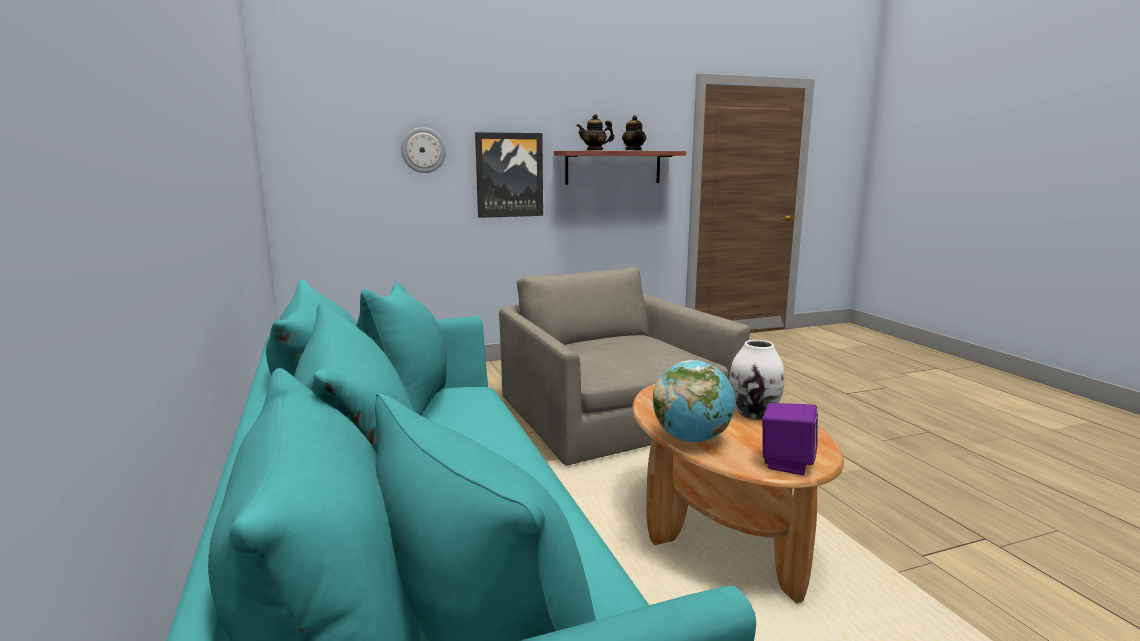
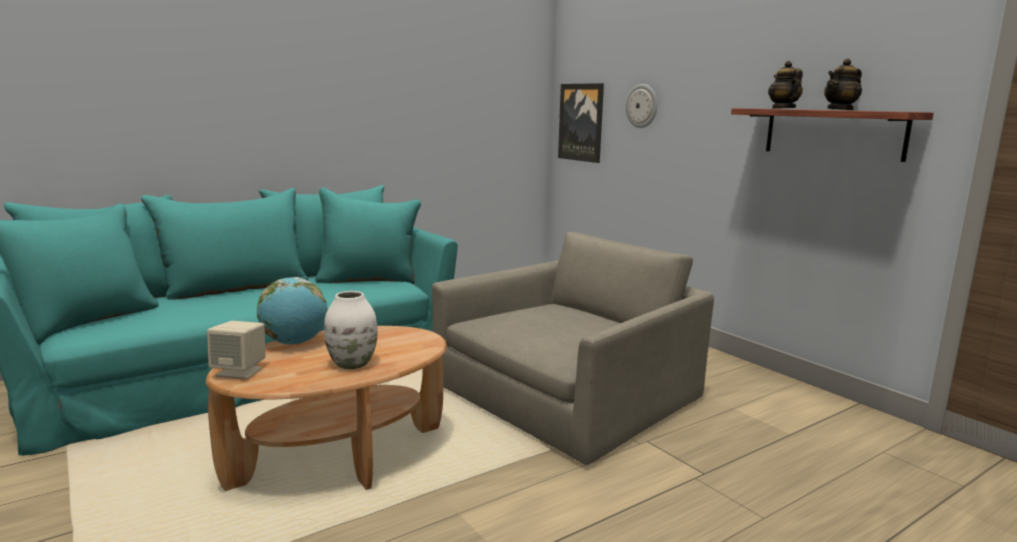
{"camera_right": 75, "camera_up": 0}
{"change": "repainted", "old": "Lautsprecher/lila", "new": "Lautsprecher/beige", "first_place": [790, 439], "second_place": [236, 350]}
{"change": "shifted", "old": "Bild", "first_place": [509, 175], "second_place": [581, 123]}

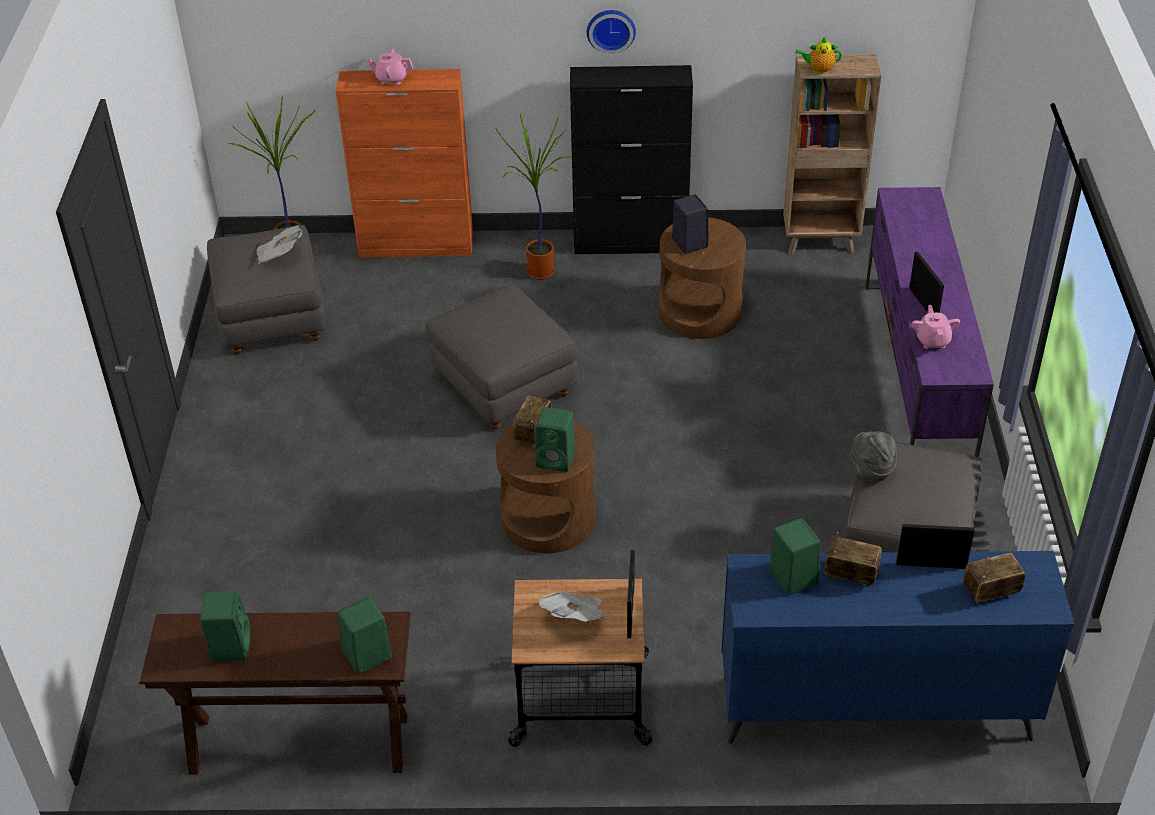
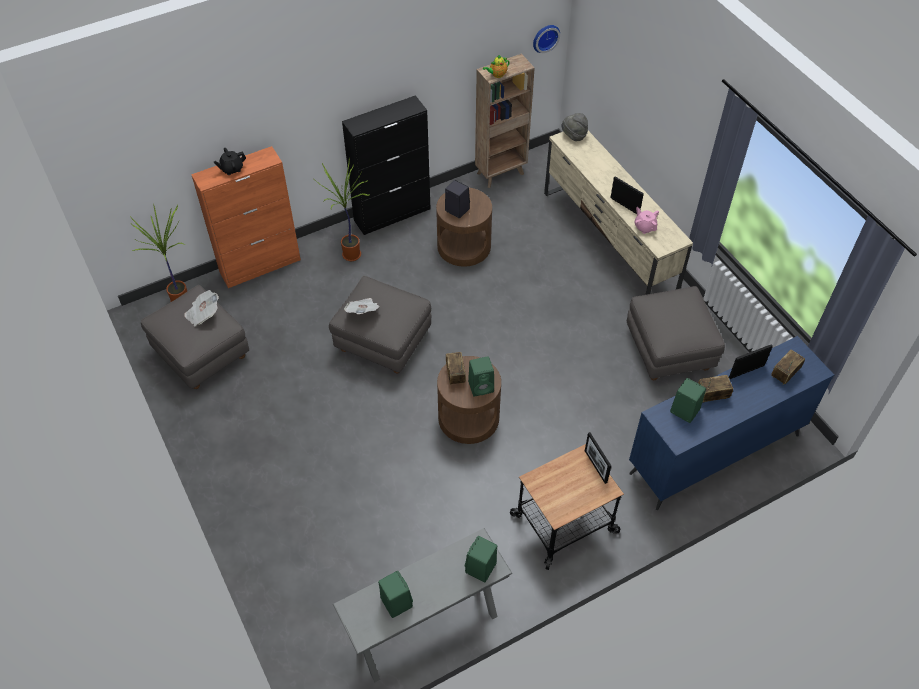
{"camera_right": -30, "camera_up": 10}
{"change": "repainted", "old": "Teekanne/rosa", "new": "Teekanne/schwarz", "first_place": [390, 66], "second_place": [230, 161]}
{"change": "repainted", "old": "Konsolentisch/braun", "new": "Konsolentisch/grau", "first_place": [275, 693], "second_place": [423, 605]}
{"change": "shifted", "old": "Zeitung", "first_place": [571, 606], "second_place": [362, 306]}
{"change": "shifted", "old": "Wanduhr", "first_place": [611, 32], "second_place": [546, 39]}
{"change": "repainted", "old": "Fernsehschrank/lila", "new": "Fernsehschrank/beige", "first_place": [930, 322], "second_place": [618, 213]}
{"change": "shifted", "old": "Hut/grau", "first_place": [873, 456], "second_place": [574, 127]}

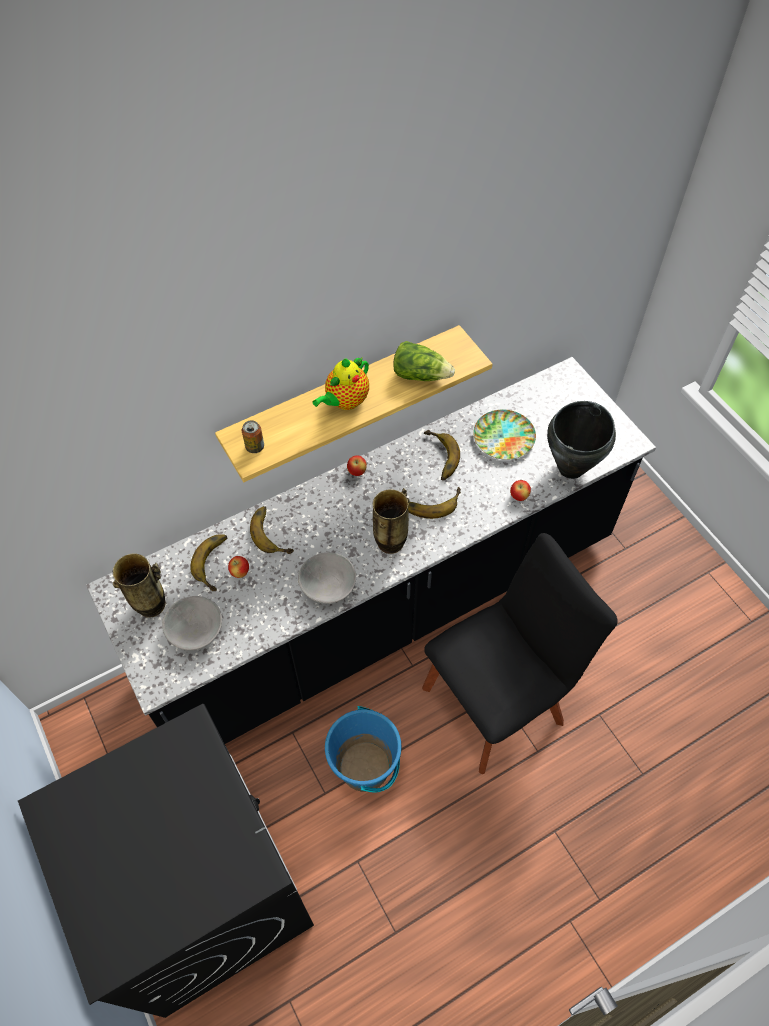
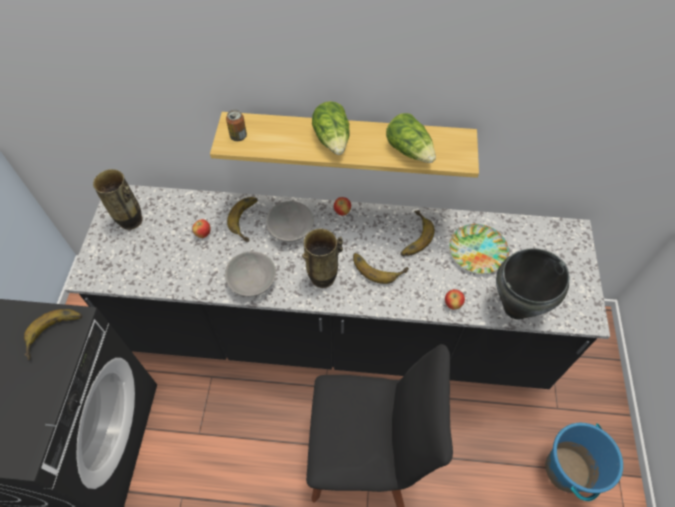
{"camera_right": 35, "camera_up": 0}
{"change": "shifted", "old": "Banane", "first_place": [209, 563], "second_place": [53, 334]}
{"change": "shifted", "old": "Schüssel/grau", "first_place": [192, 623], "second_place": [290, 221]}
{"change": "swapped", "old": "Teekanne", "new": "Salatkopf", "first_place": [341, 383], "second_place": [331, 128]}
{"change": "shifted", "old": "Eimer/blau", "first_place": [363, 749], "second_place": [584, 462]}

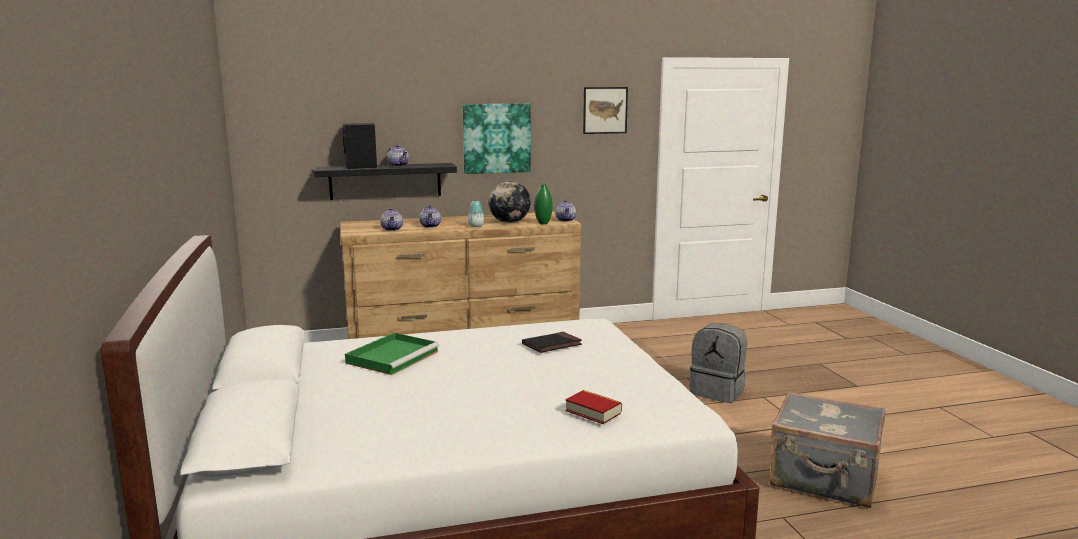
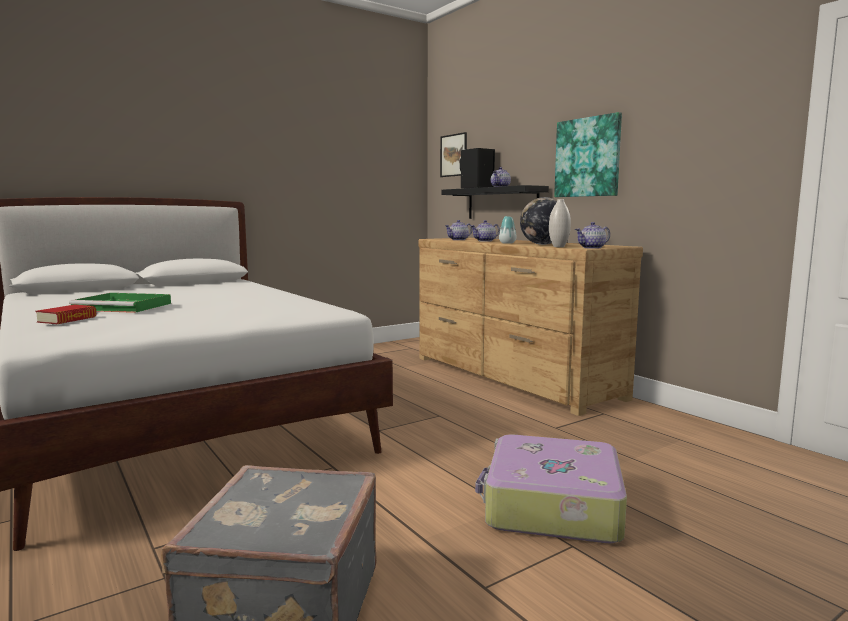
{"camera_right": 70, "camera_up": -5}
{"change": "shifted", "old": "Tablett/grün", "first_place": [392, 354], "second_place": [120, 303]}
{"change": "shifted", "old": "Bild", "first_place": [605, 110], "second_place": [453, 154]}
{"change": "swapped", "old": "Rucksack/grau", "new": "Koffer", "first_place": [718, 363], "second_place": [551, 488]}
{"change": "repainted", "old": "Vase/grün", "new": "Vase/weiß", "first_place": [543, 204], "second_place": [560, 223]}
{"change": "gone", "old": "Buch/schwarz", "first_place": [552, 342]}

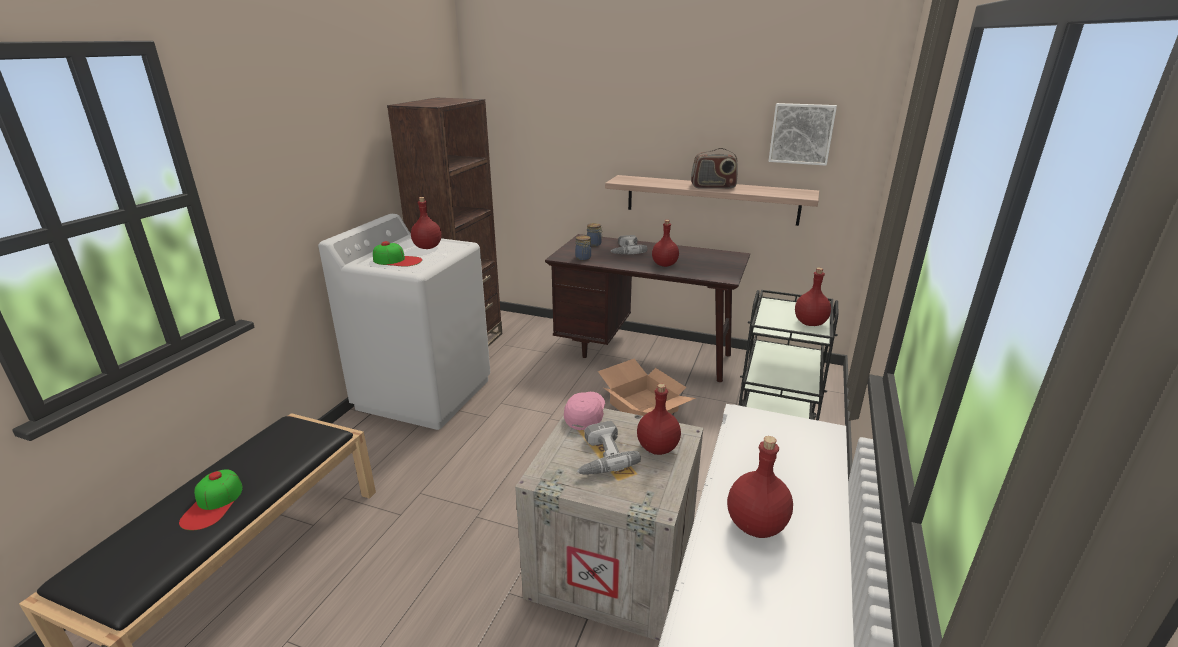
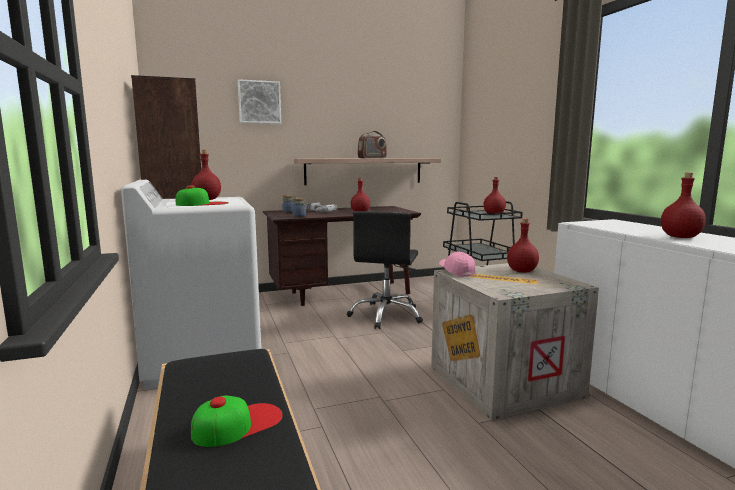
{"camera_right": -40, "camera_up": -15}
{"change": "rotated", "old": "Kappe", "first_place": [211, 499], "second_place": [237, 421], "degrees": -90}
{"change": "shifted", "old": "Bild", "first_place": [802, 134], "second_place": [259, 101]}
{"change": "swapped", "old": "Karton", "new": "Bürostuhl/schwarz", "first_place": [647, 387], "second_place": [385, 270]}
{"change": "gone", "old": "Bohrmaschine", "first_place": [609, 448]}

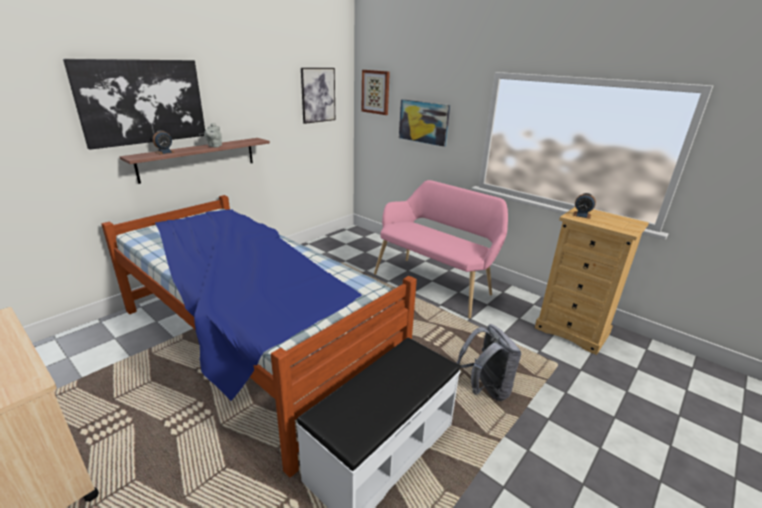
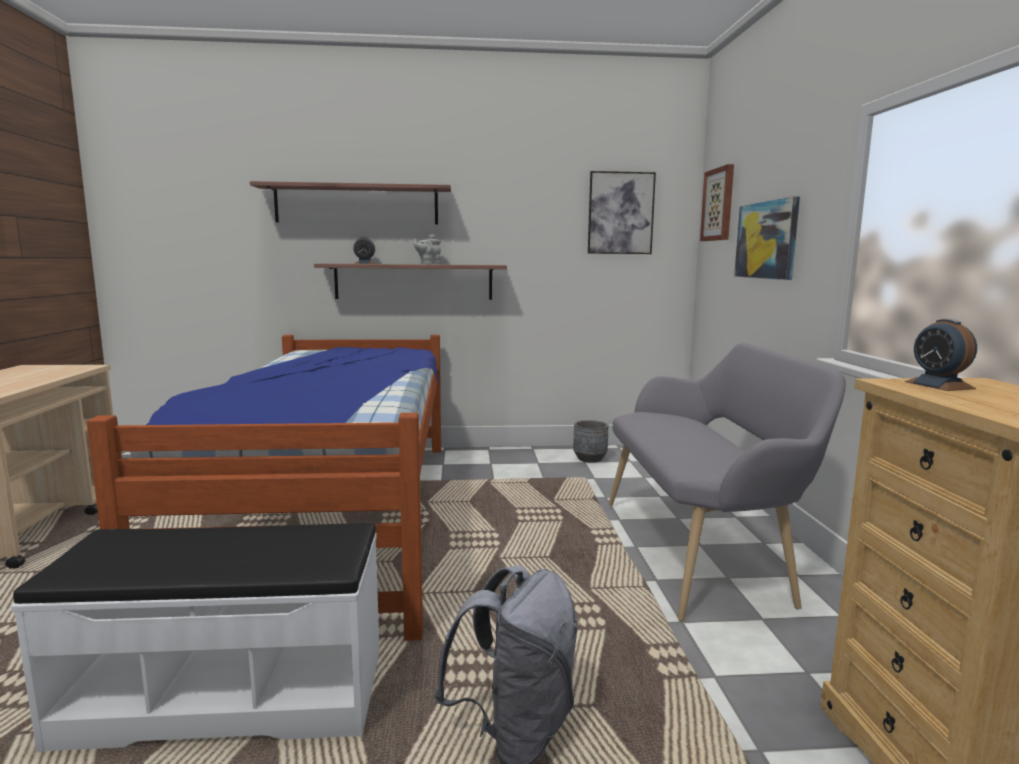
{"camera_right": 45, "camera_up": -15}
{"change": "swapped", "old": "Bild", "new": "Wandregal", "first_place": [134, 104], "second_place": [350, 203]}
{"change": "new", "new": "Pflanzkübel/grau", "second_place": [590, 441]}
{"change": "repainted", "old": "Bank/rosa", "new": "Bank/grau", "first_place": [441, 249], "second_place": [727, 482]}

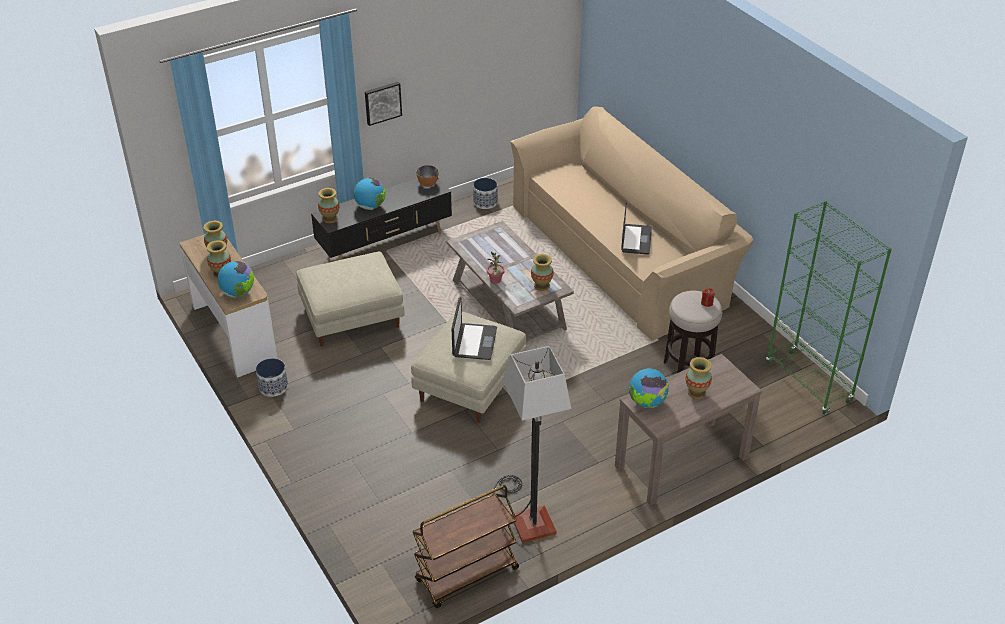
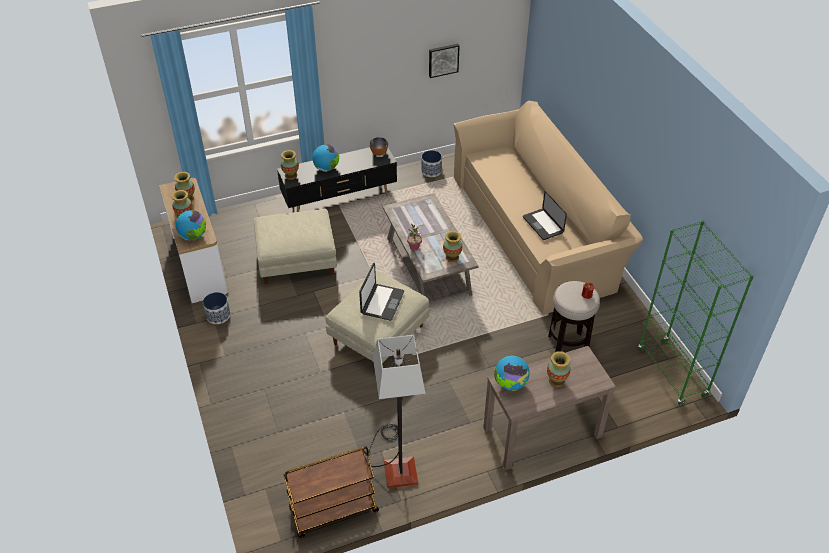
{"camera_right": 10, "camera_up": 5}
{"change": "shifted", "old": "Bild", "first_place": [383, 104], "second_place": [444, 61]}
{"change": "rotated", "old": "Laptop", "first_place": [636, 228], "second_place": [545, 215], "degrees": 135}

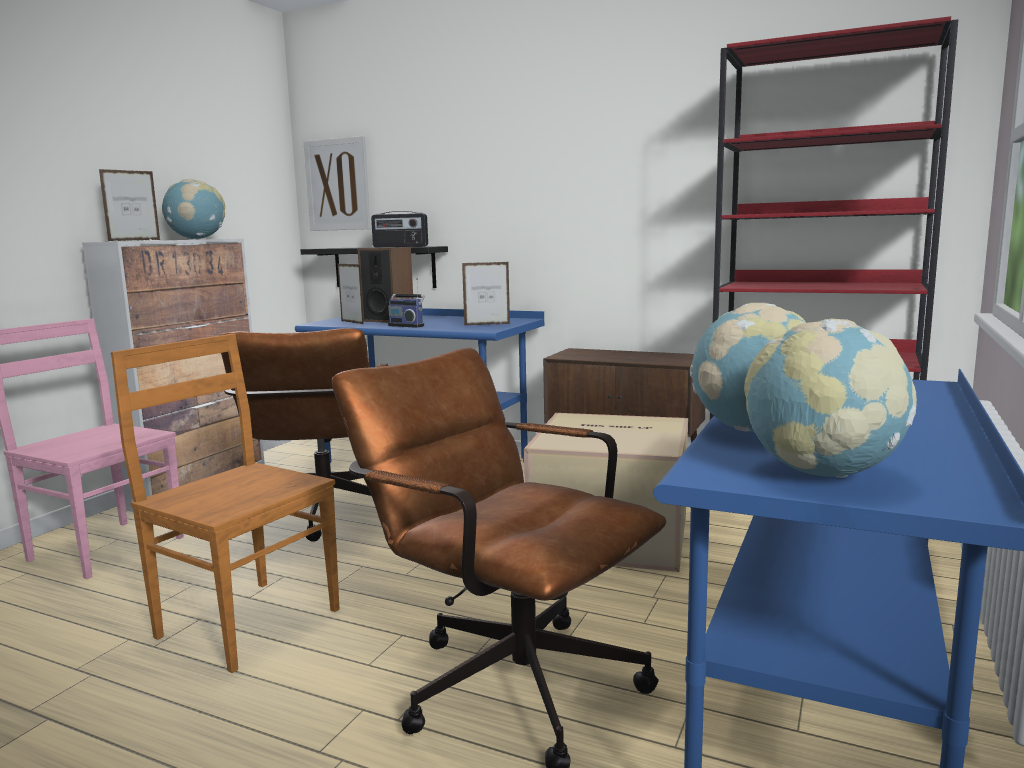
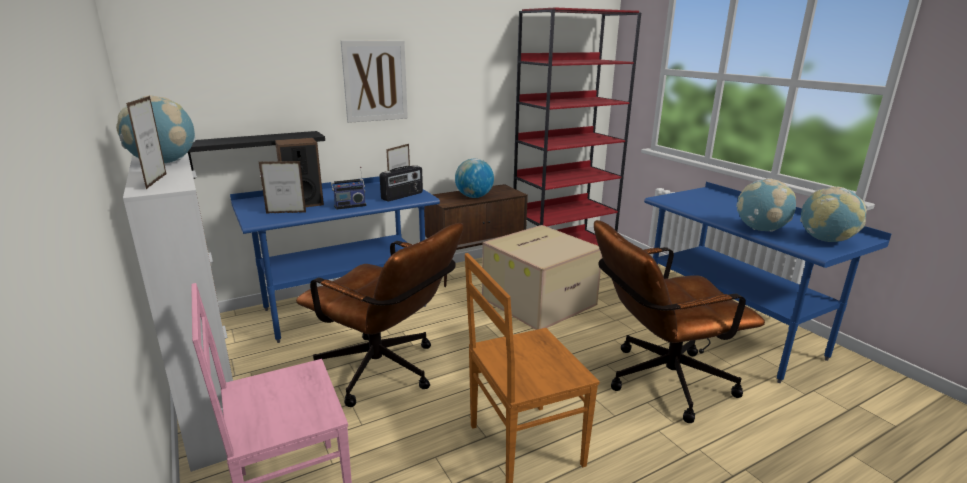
{"camera_right": -55, "camera_up": 10}
{"change": "shifted", "old": "Bild", "first_place": [337, 183], "second_place": [374, 82]}
{"change": "shifted", "old": "Radio", "first_place": [399, 229], "second_place": [401, 183]}
{"change": "new", "new": "Globus", "second_place": [474, 178]}

